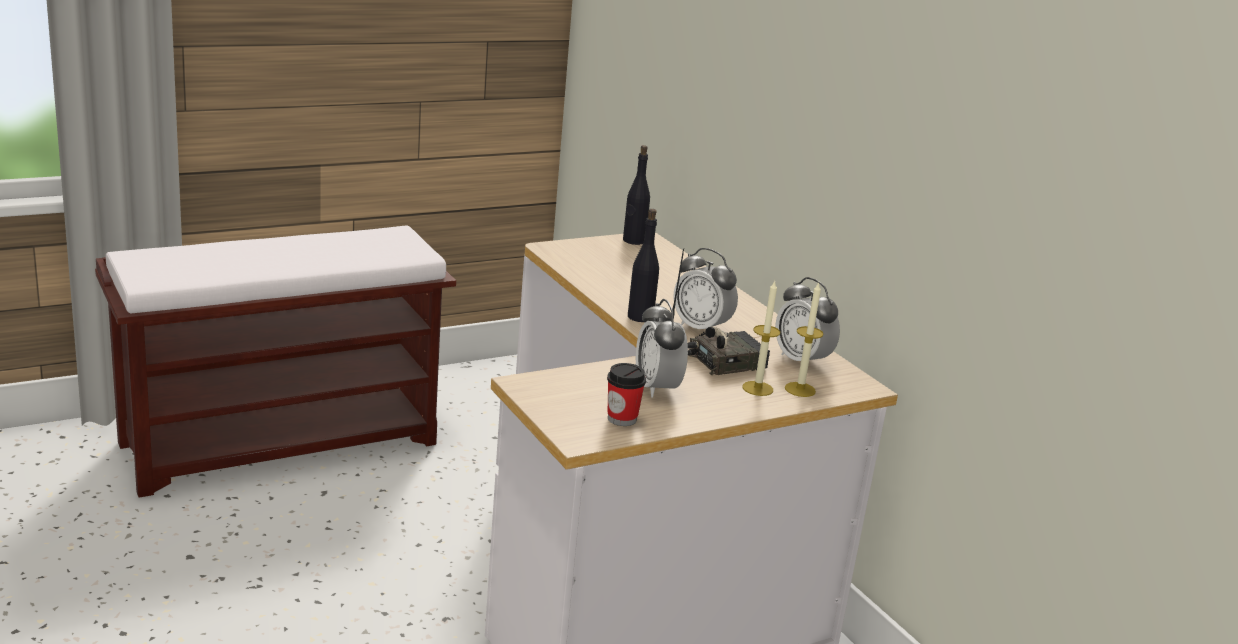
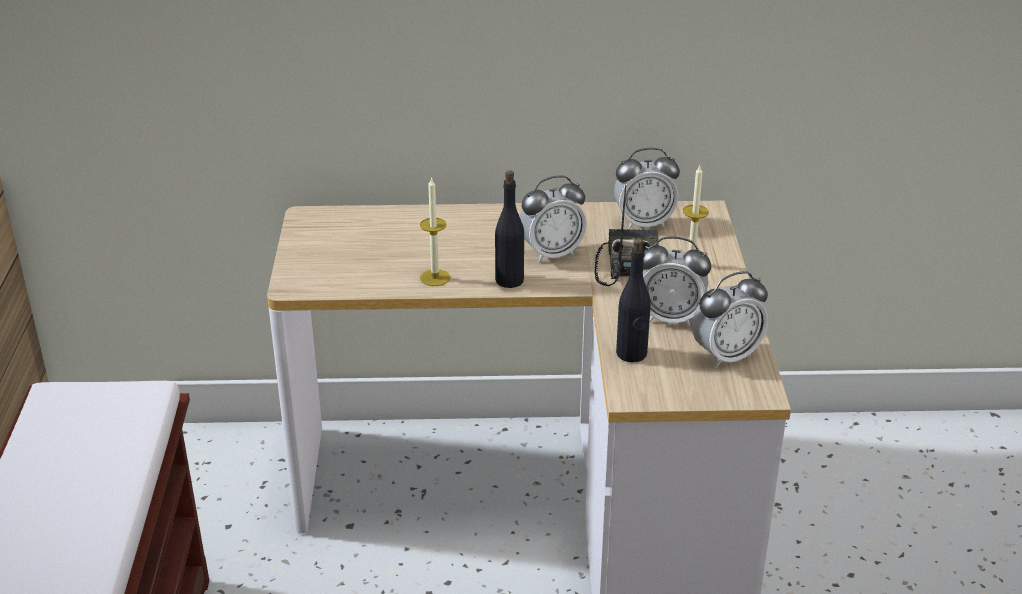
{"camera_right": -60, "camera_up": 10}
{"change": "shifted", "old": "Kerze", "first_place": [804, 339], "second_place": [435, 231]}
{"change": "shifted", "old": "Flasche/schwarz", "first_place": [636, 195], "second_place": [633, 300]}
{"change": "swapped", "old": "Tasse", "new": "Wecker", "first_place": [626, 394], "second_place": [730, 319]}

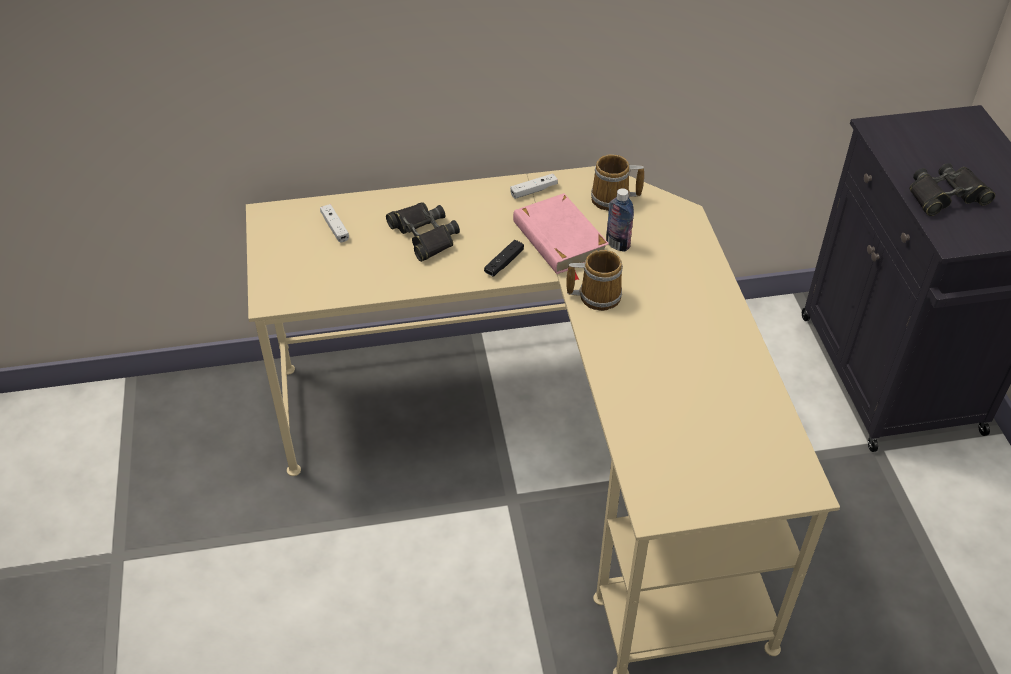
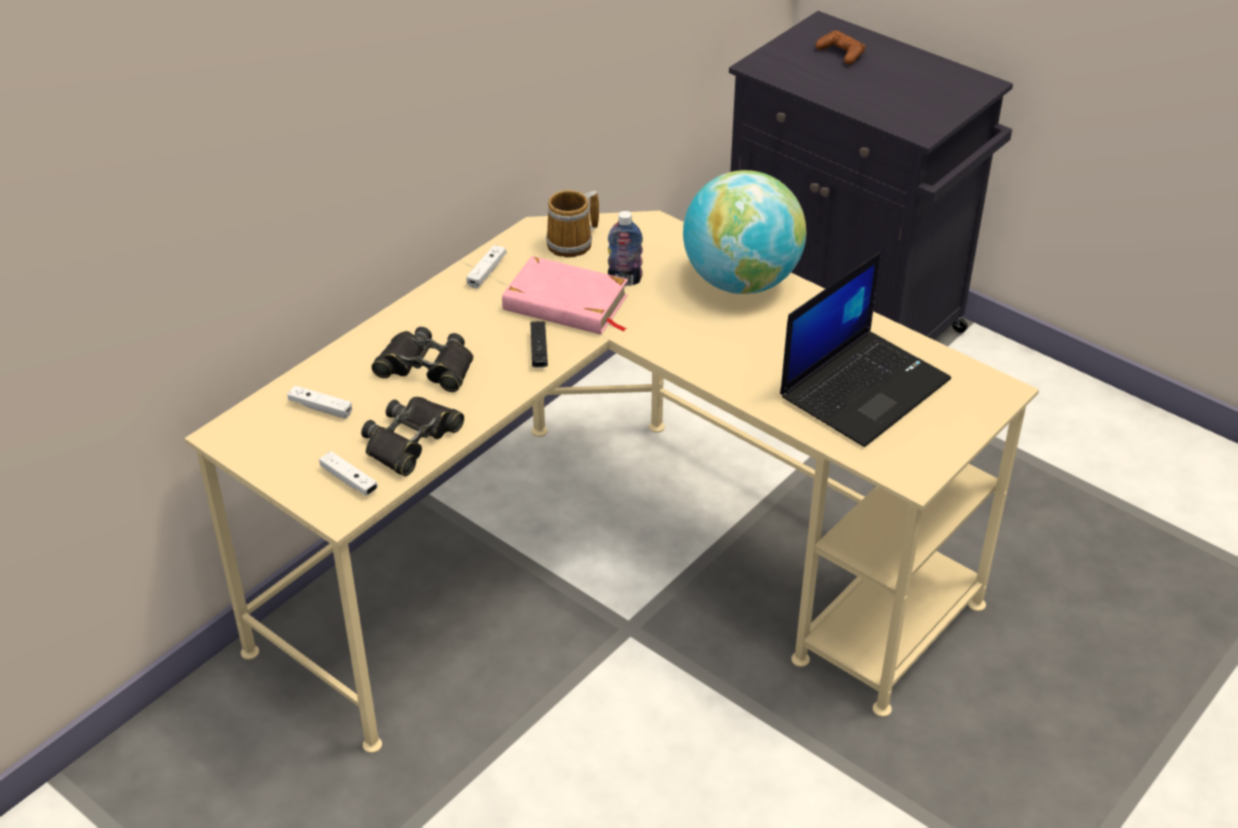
{"camera_right": -40, "camera_up": -5}
{"change": "new", "new": "Gamepad/weiß", "second_place": [348, 473]}
{"change": "shifted", "old": "Fernglas/schwarz", "first_place": [952, 189], "second_place": [412, 436]}
{"change": "new", "new": "Globus", "second_place": [744, 232]}
{"change": "new", "new": "Laptop", "second_place": [865, 349]}
{"change": "new", "new": "Gamepad/braun", "second_place": [840, 48]}
{"change": "gone", "old": "Henkelbecher", "first_place": [594, 280]}

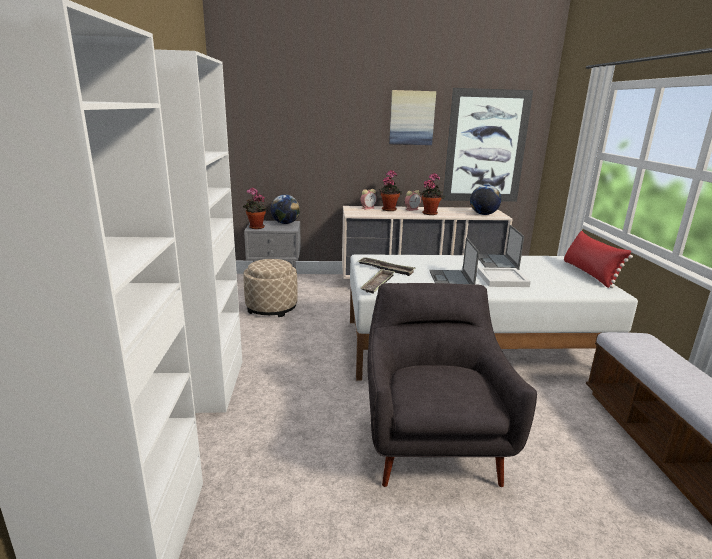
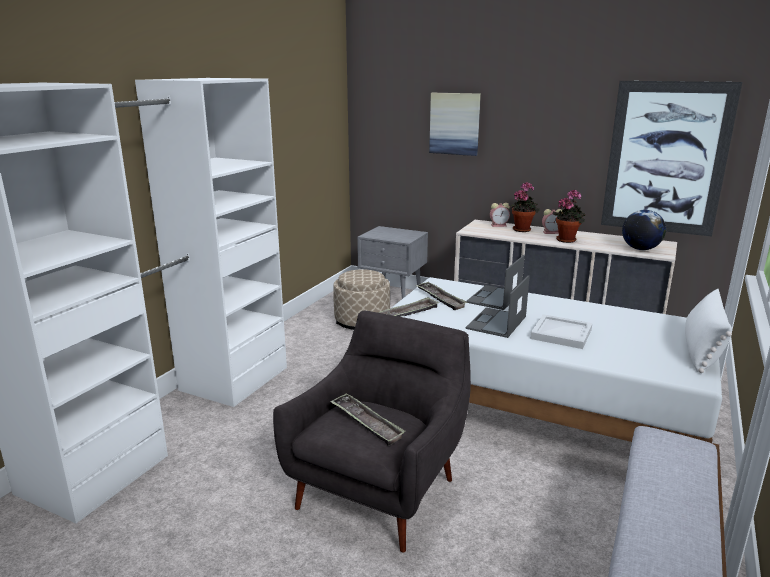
{"camera_right": 30, "camera_up": 0}
{"change": "new", "new": "Tablett", "second_place": [368, 419]}
{"change": "shifted", "old": "Bild", "first_place": [412, 117], "second_place": [455, 124]}
{"change": "shifted", "old": "Laptop", "first_place": [502, 247], "second_place": [495, 282]}
{"change": "repainted", "old": "Kissen/rot", "new": "Kissen/weiß", "first_place": [598, 259], "second_place": [708, 331]}
{"change": "gone", "old": "Topfpflanze", "first_place": [255, 208]}
{"change": "gone", "old": "Globus", "first_place": [285, 209]}

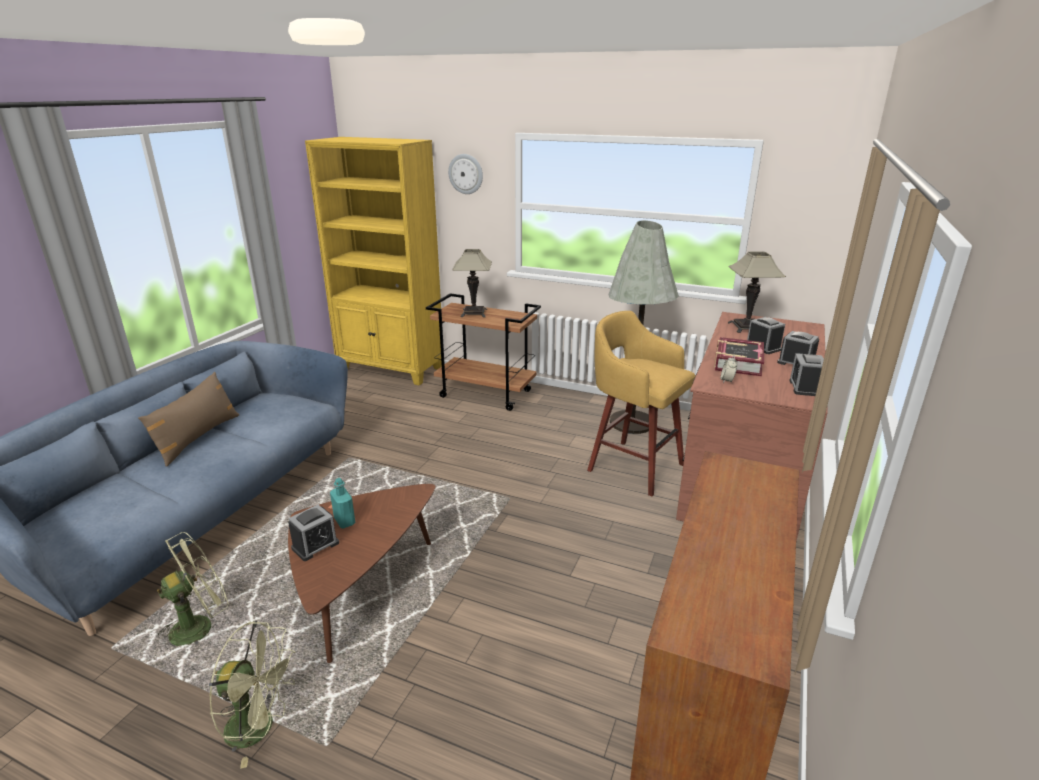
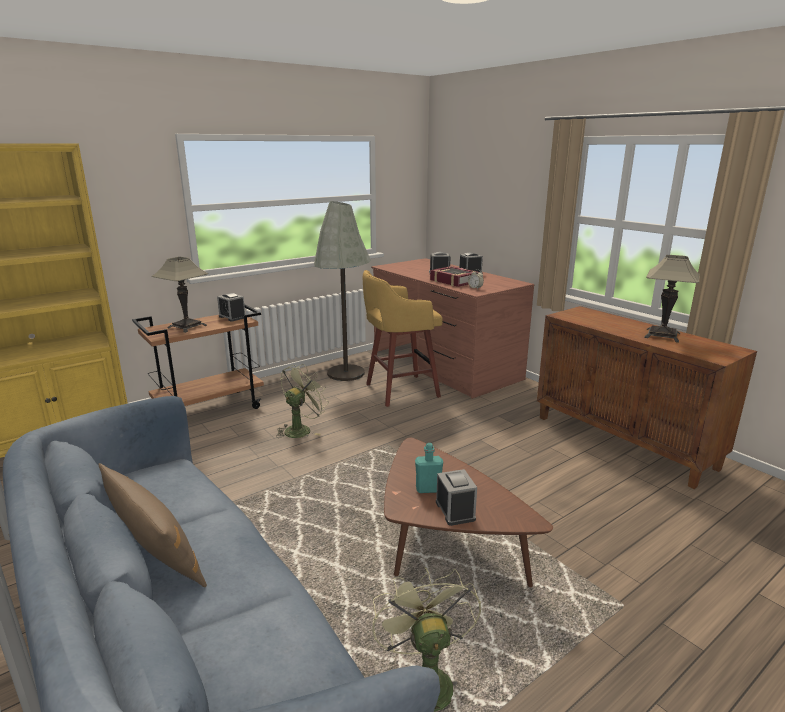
{"camera_right": -60, "camera_up": -5}
{"change": "shifted", "old": "Wecker", "first_place": [806, 374], "second_place": [231, 307]}
{"change": "shifted", "old": "Ventilator/grün", "first_place": [252, 695], "second_place": [302, 401]}
{"change": "shifted", "old": "Tischlampe", "first_place": [757, 292], "second_place": [672, 299]}
{"change": "gone", "old": "Wanduhr", "first_place": [465, 174]}

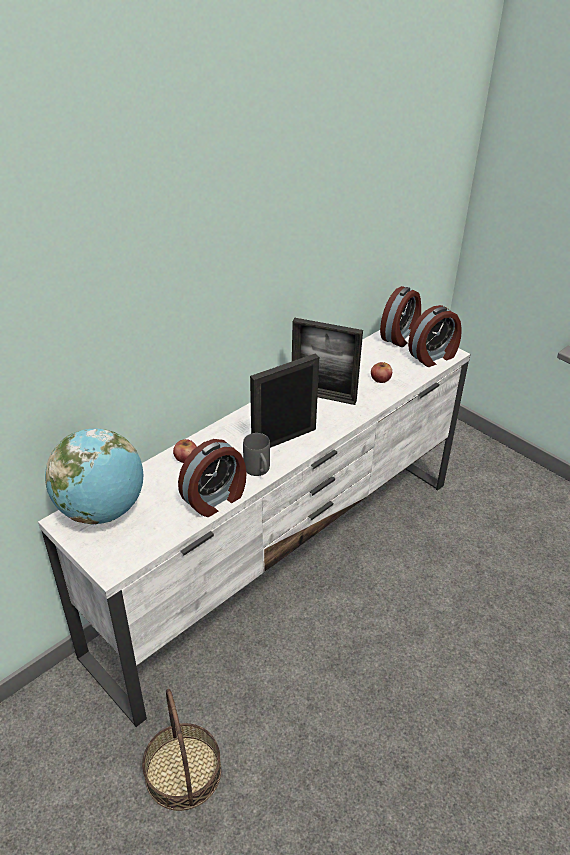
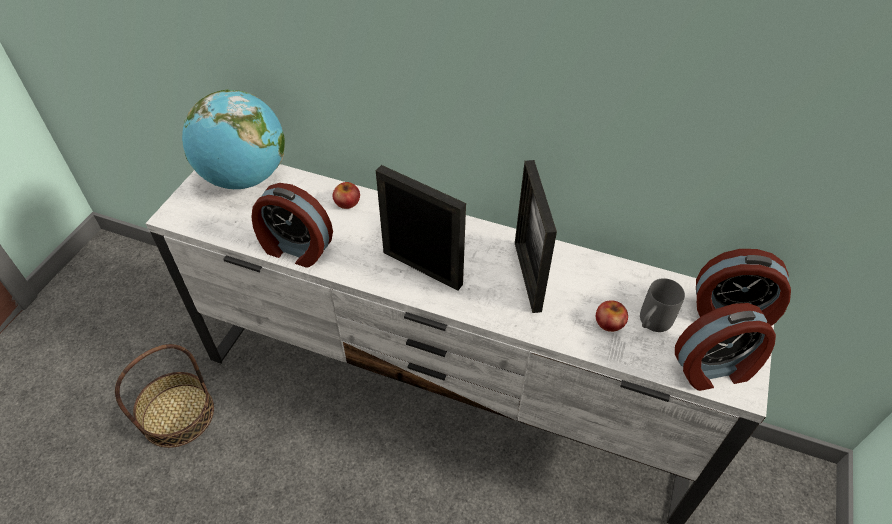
{"camera_right": 65, "camera_up": 10}
{"change": "shifted", "old": "Henkelbecher/grau", "first_place": [256, 454], "second_place": [662, 305]}
{"change": "rotated", "old": "Wecker", "first_place": [435, 336], "second_place": [725, 347], "degrees": -45}

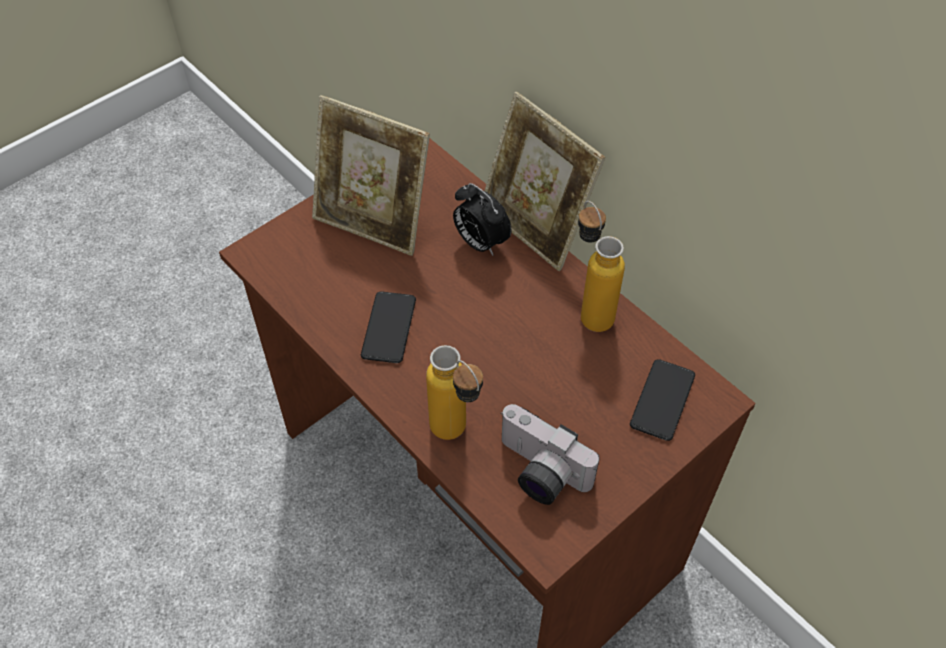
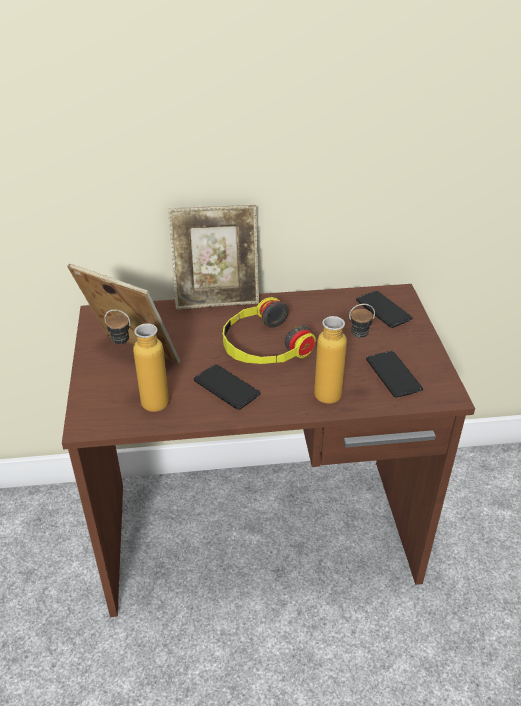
{"camera_right": -55, "camera_up": -15}
{"change": "rotated", "old": "Bilderrahmen", "first_place": [371, 175], "second_place": [123, 314], "degrees": -120}
{"change": "shifted", "old": "Flasche", "first_place": [601, 266], "second_place": [137, 360]}
{"change": "new", "new": "Kopfhörer", "second_place": [269, 330]}
{"change": "swapped", "old": "Kamera", "new": "Handy", "first_place": [550, 454], "second_place": [394, 374]}
{"change": "gone", "old": "Wecker", "first_place": [482, 219]}

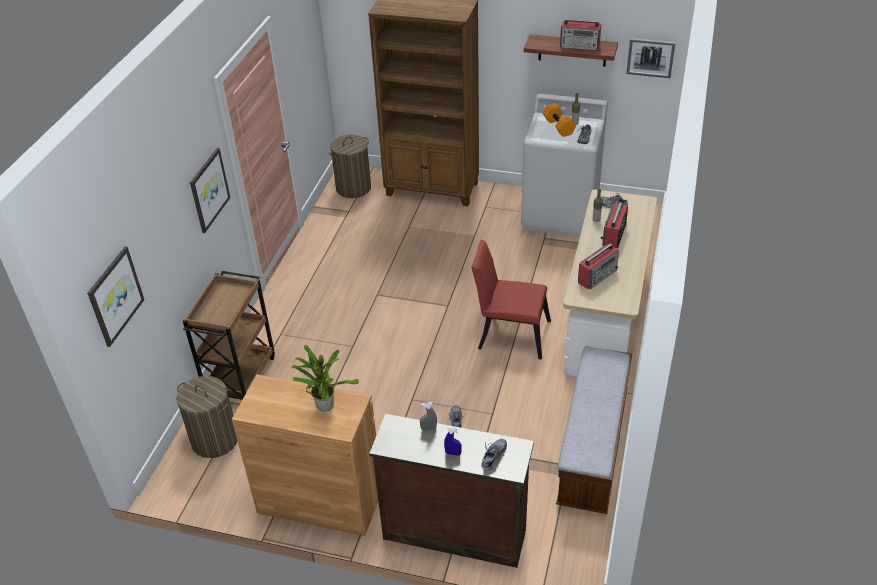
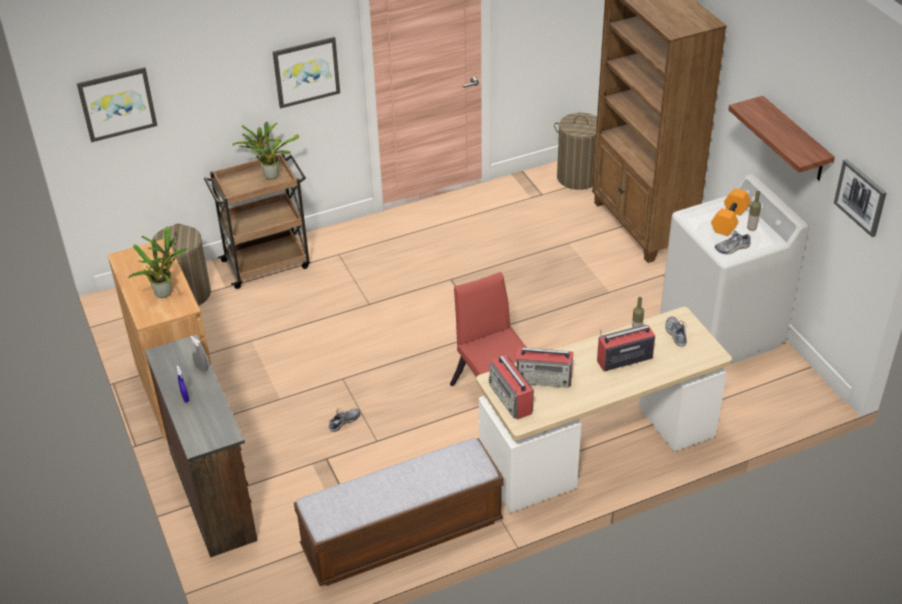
{"camera_right": 50, "camera_up": 0}
{"change": "new", "new": "Topfpflanze", "second_place": [265, 150]}
{"change": "shifted", "old": "Radio", "first_place": [580, 34], "second_place": [511, 388]}
{"change": "gone", "old": "Schuh", "first_place": [494, 455]}

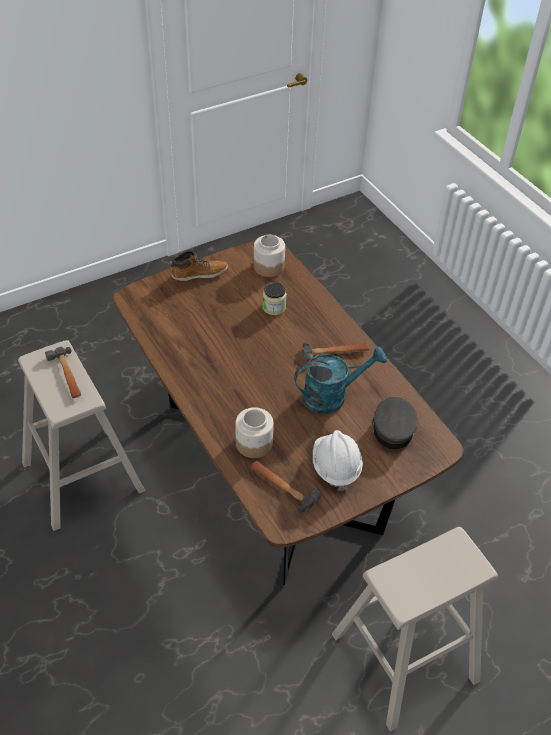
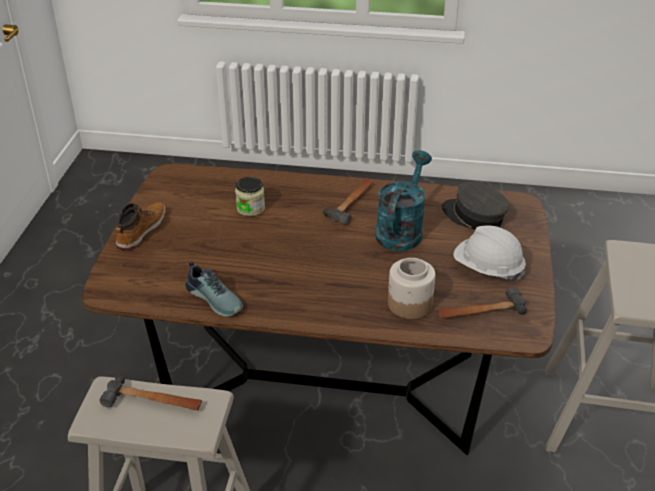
{"camera_right": -50, "camera_up": -10}
{"change": "new", "new": "Schuh", "second_place": [214, 289]}
{"change": "gone", "old": "Vorratsglas", "first_place": [269, 256]}

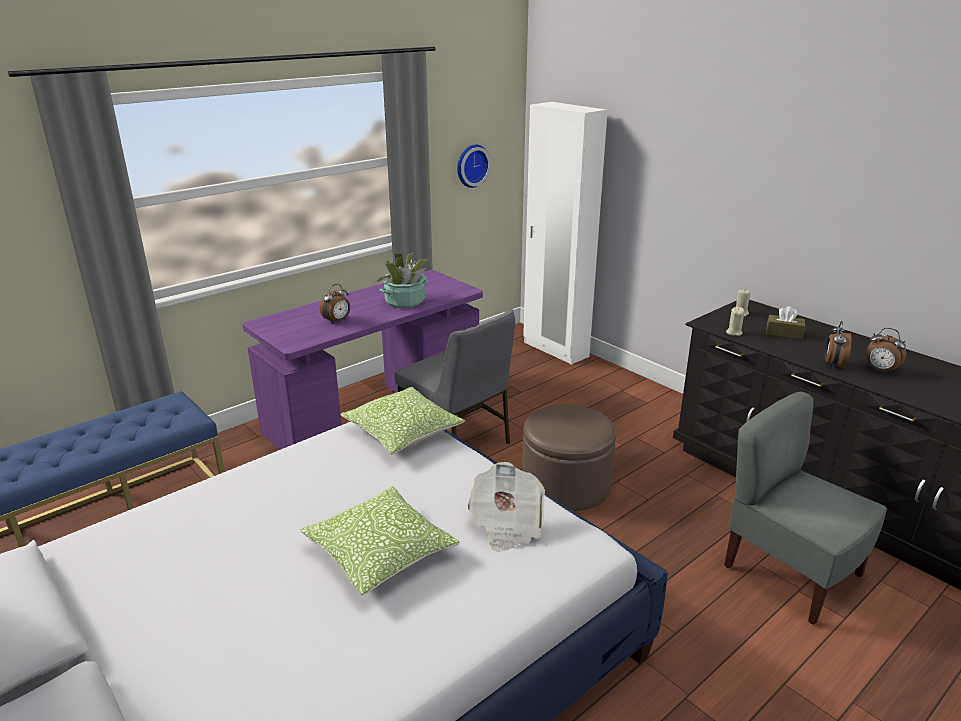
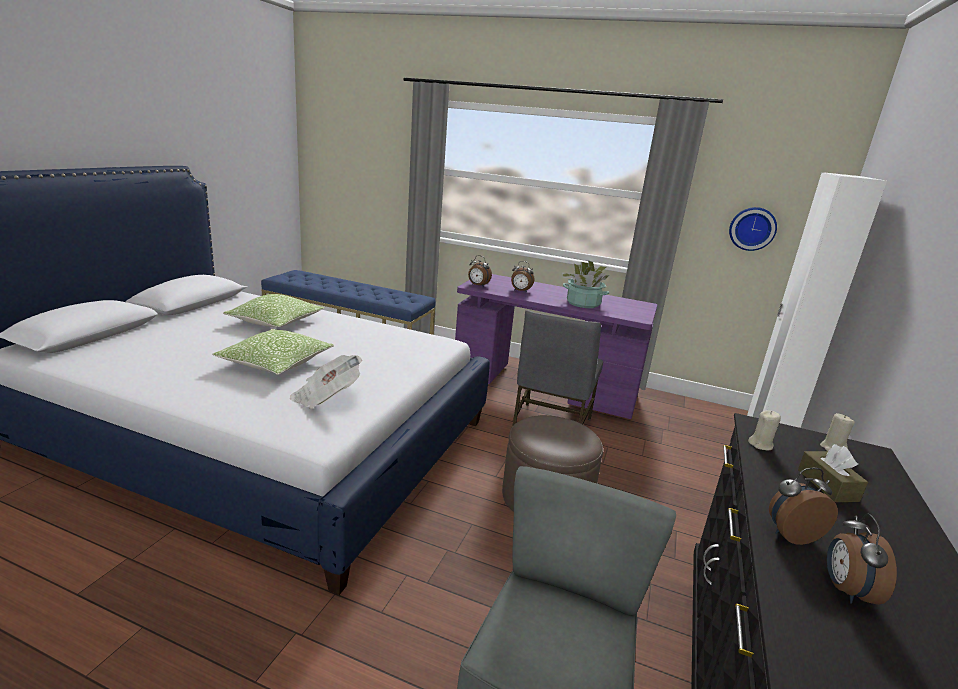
{"camera_right": 60, "camera_up": -5}
{"change": "shifted", "old": "Kissen", "first_place": [402, 421], "second_place": [273, 310]}
{"change": "new", "new": "Wecker", "second_place": [480, 270]}

